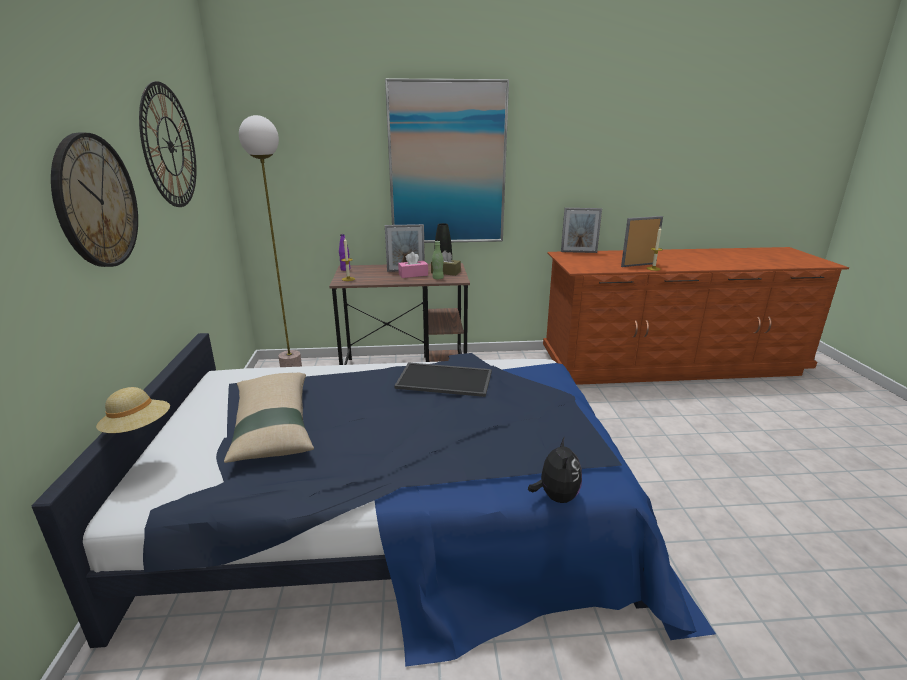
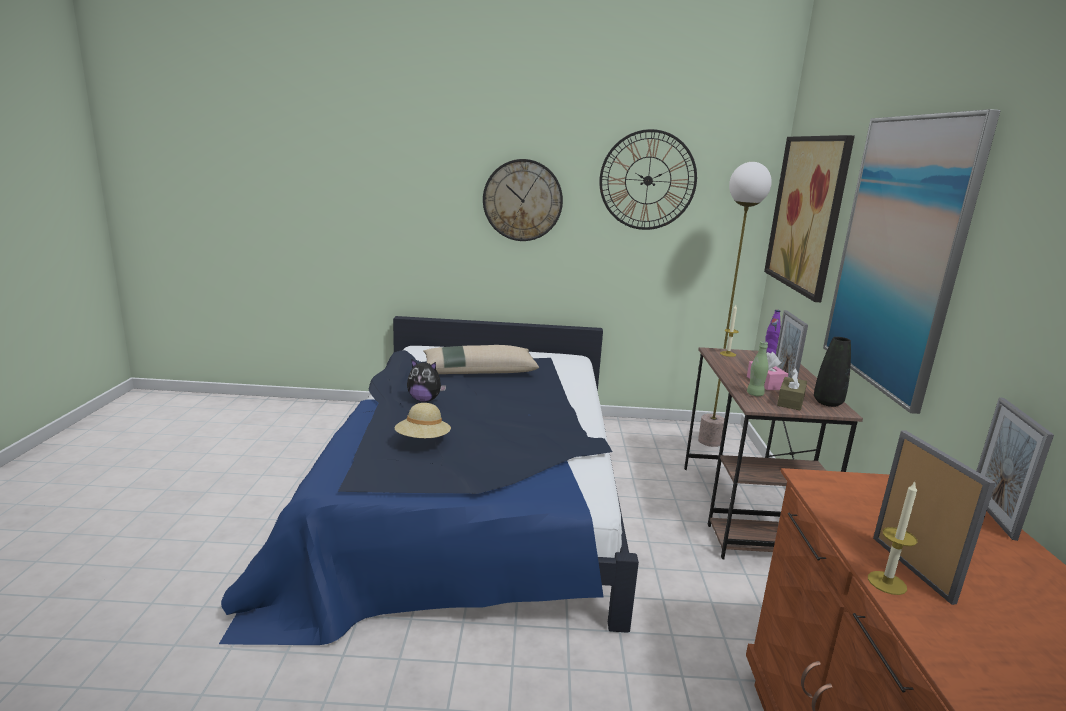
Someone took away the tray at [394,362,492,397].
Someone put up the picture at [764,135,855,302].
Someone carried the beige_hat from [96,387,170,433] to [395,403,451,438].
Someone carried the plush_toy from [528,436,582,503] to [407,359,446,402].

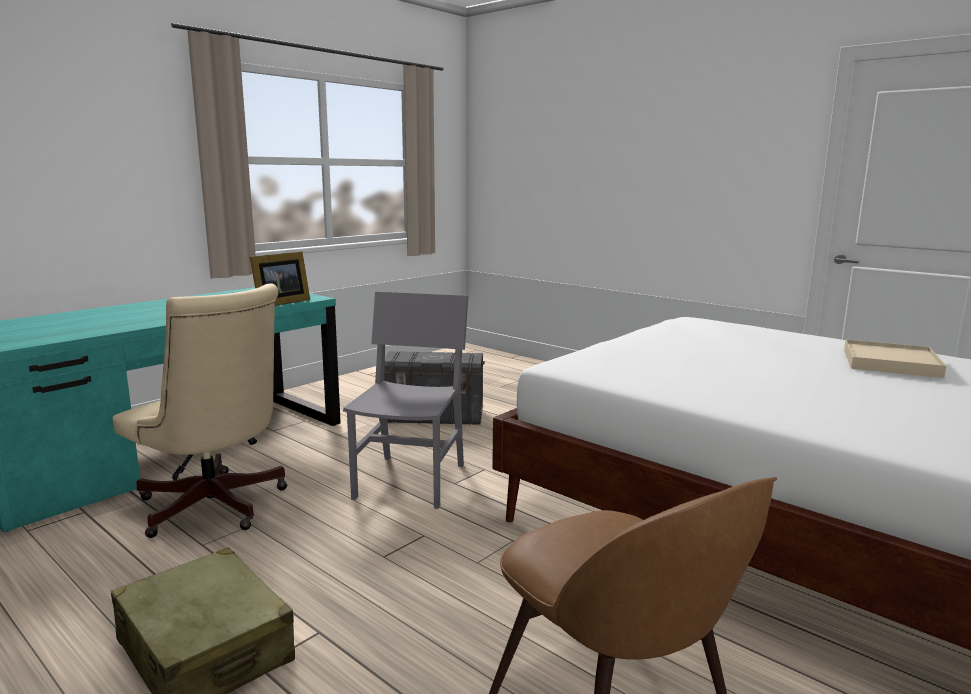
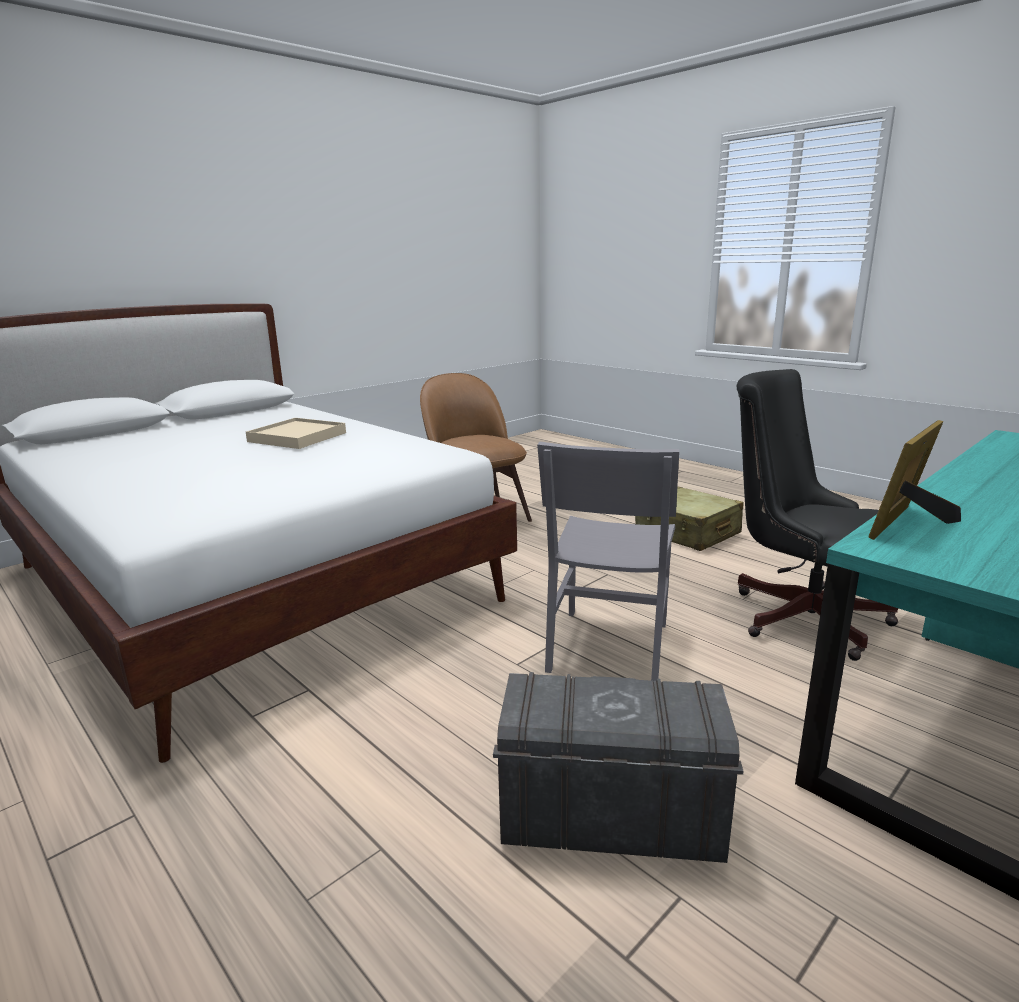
Someone carried the beige_tray from [844,339,946,378] to [246,418,346,449].
Someone repainted the beige_office_chair at [113,283,287,538], which became the black_office_chair at [737,369,898,661].

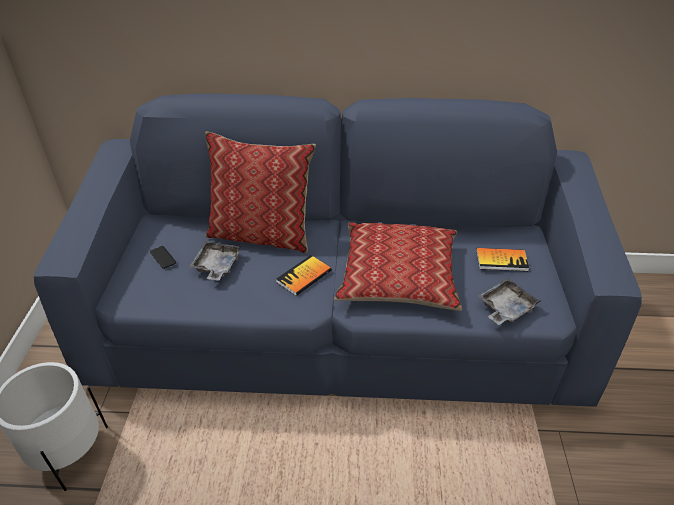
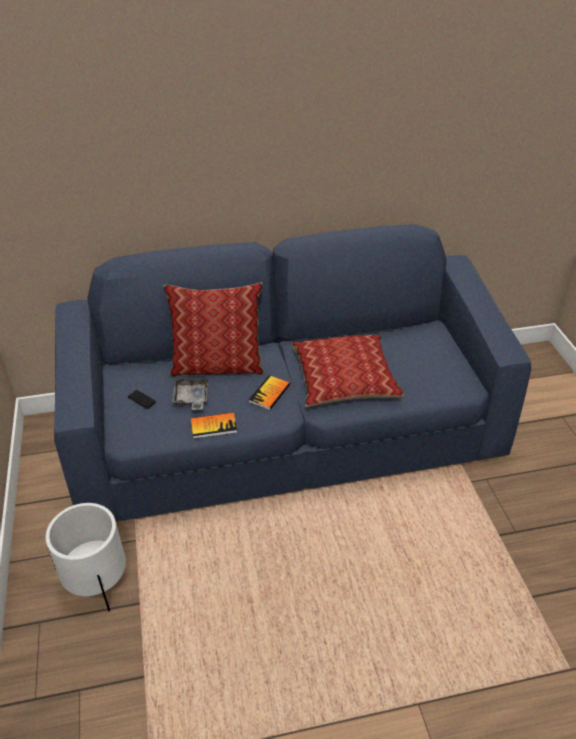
Someone took away the grey_tray at [477,278,541,325].
Someone carried the book from [476,248,529,271] to [191,412,237,439].

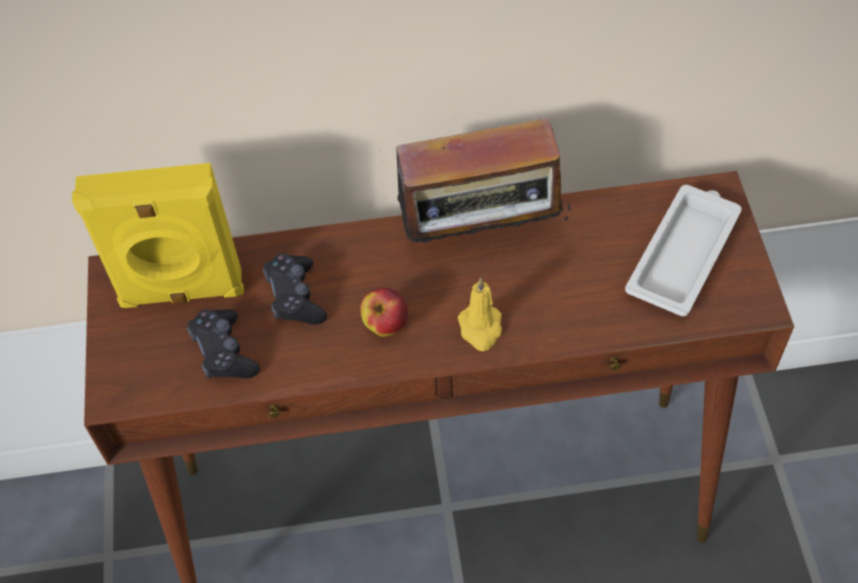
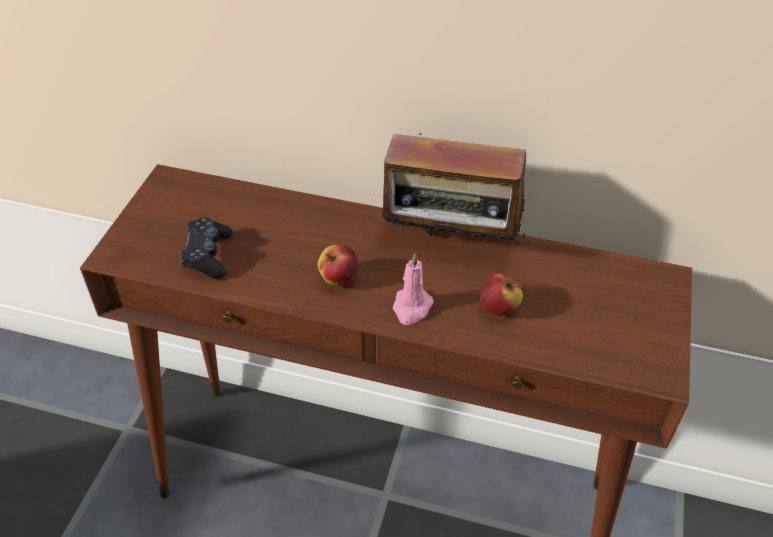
Someone took away the yellow_speaker at [72,163,244,308].
Someone took away the black_game_controller at [263,253,327,325].
Someone took away the white_tray at [625,185,742,316].
Someone put down the apple at [480,273,523,316].
Someone repainted the yellow_candle at [458,278,502,351], which became the pink_candle at [393,253,434,325].

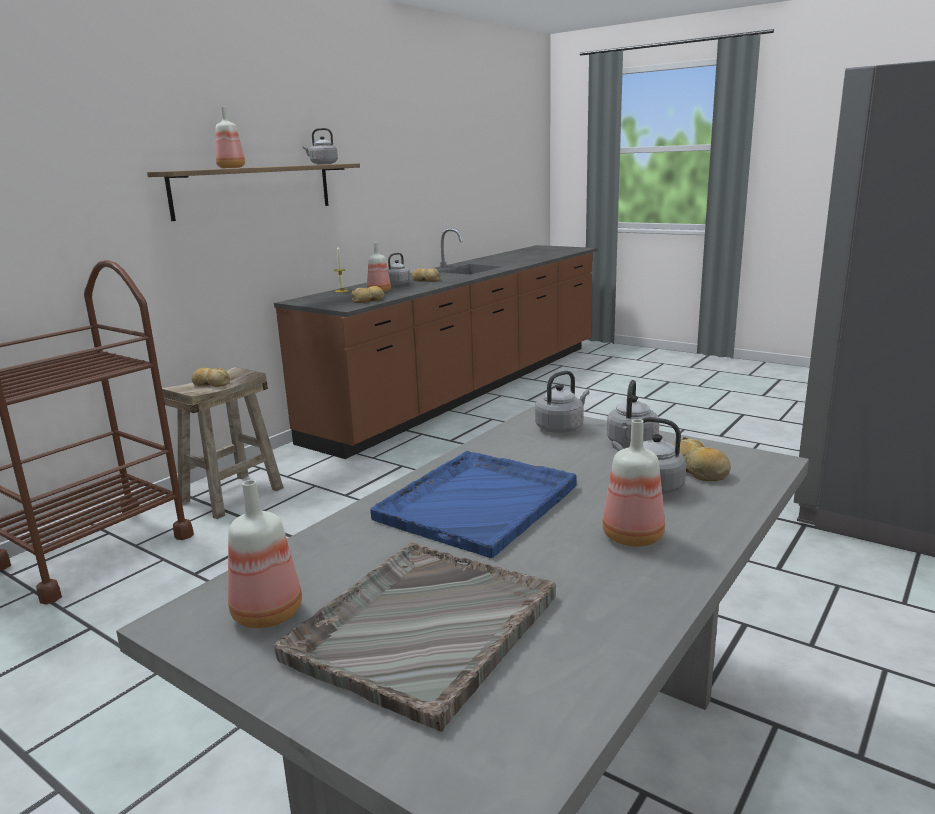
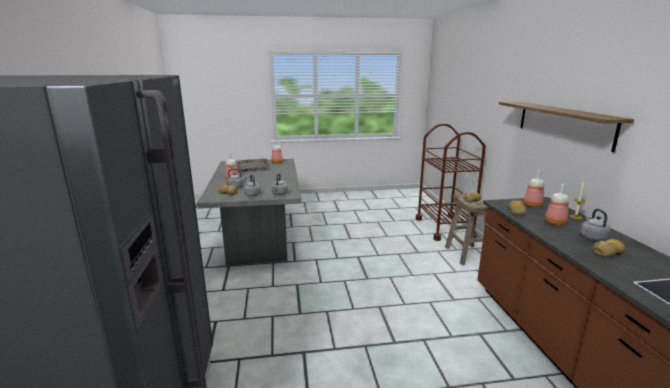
Someone took away the grey_kettle at [302,128,338,165].
Someone took away the blue_tray at [370,451,577,558].
Someone carried the bottle from [216,106,245,168] to [523,170,544,207].

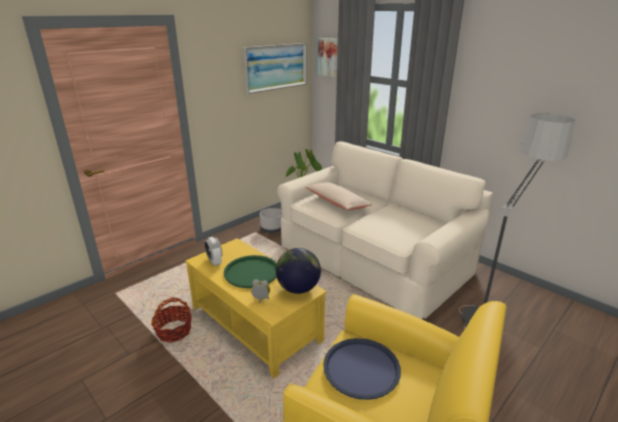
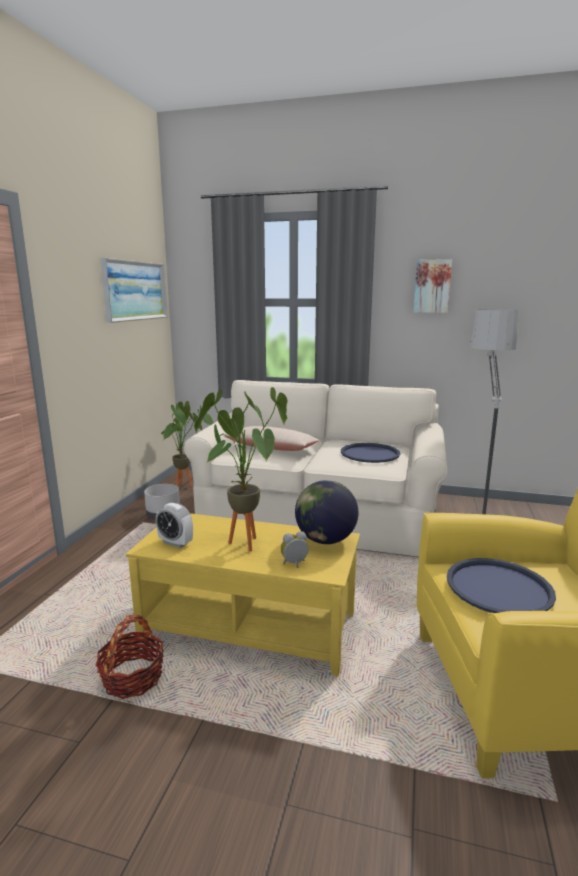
Someone put down the blue_tray at [341,443,400,463].
Someone carried the picture from [318,38,338,77] to [413,259,452,313].
Someone swapped the green_tray at [224,255,277,288] for the potted_plant at [194,387,288,551].

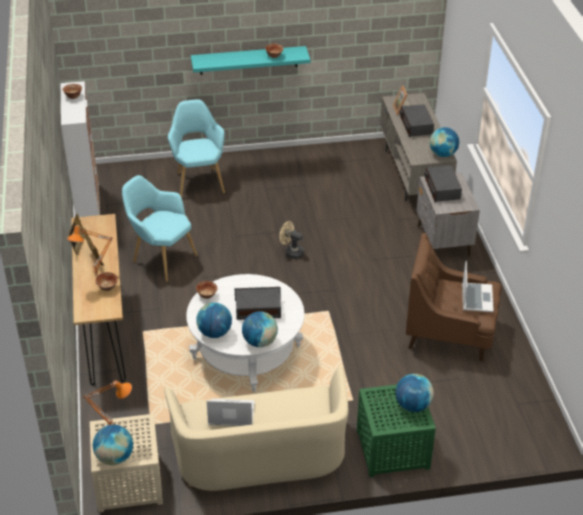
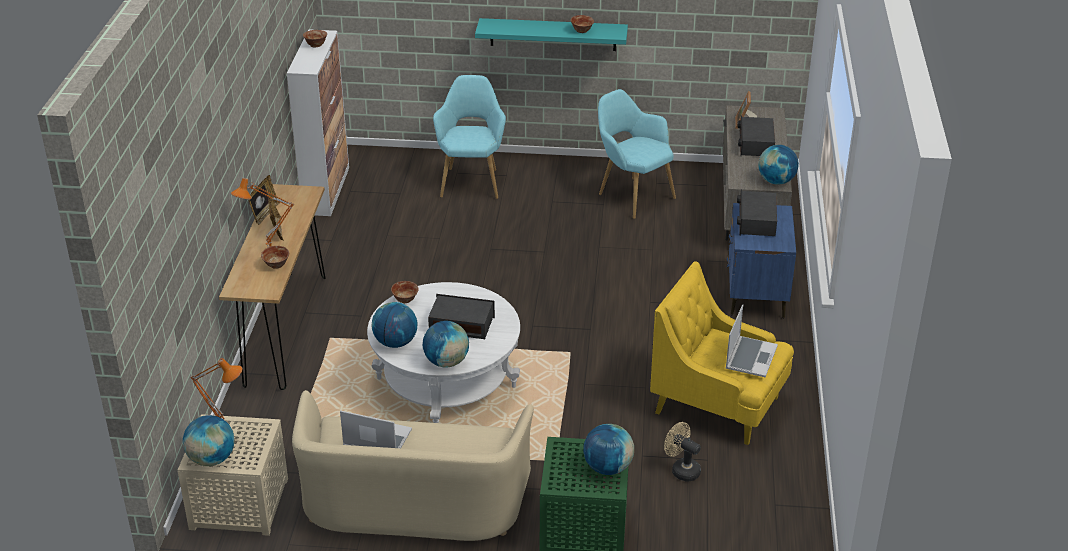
Someone carried the turquoise_armchair from [122,175,198,282] to [598,89,676,219].
Someone carried the beige_fan from [279,221,304,259] to [664,422,701,481].
Someone repainted the brown_armchair at [406,233,502,361], which became the yellow_armchair at [650,261,794,445].
Someone repainted the grey_nightstand at [416,173,480,257], which became the blue_nightstand at [727,203,796,318].

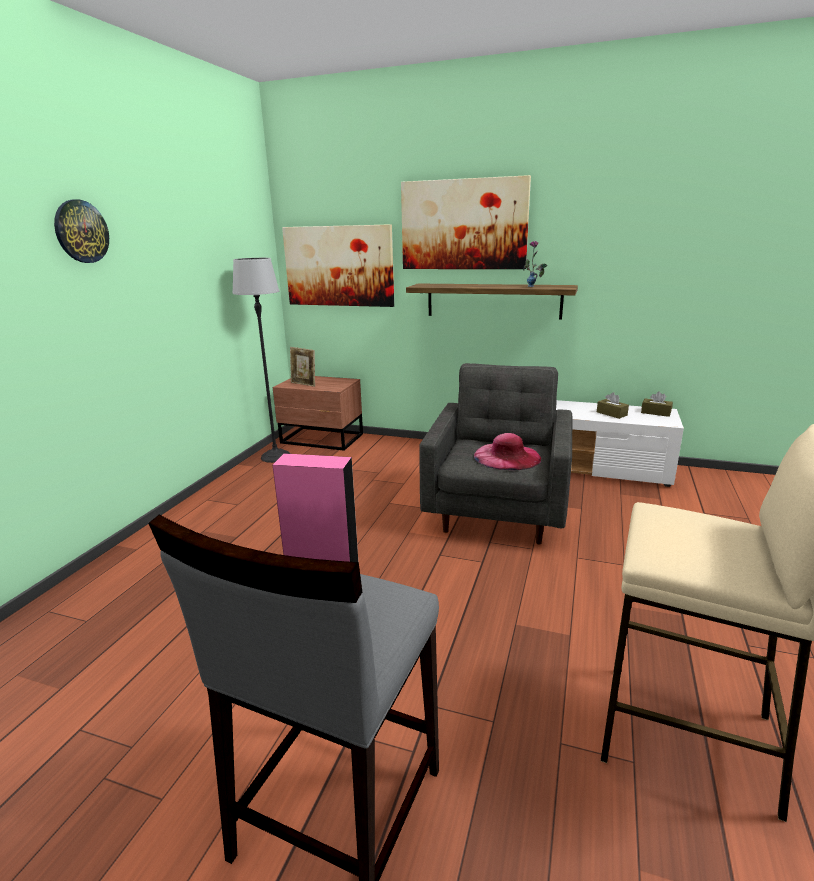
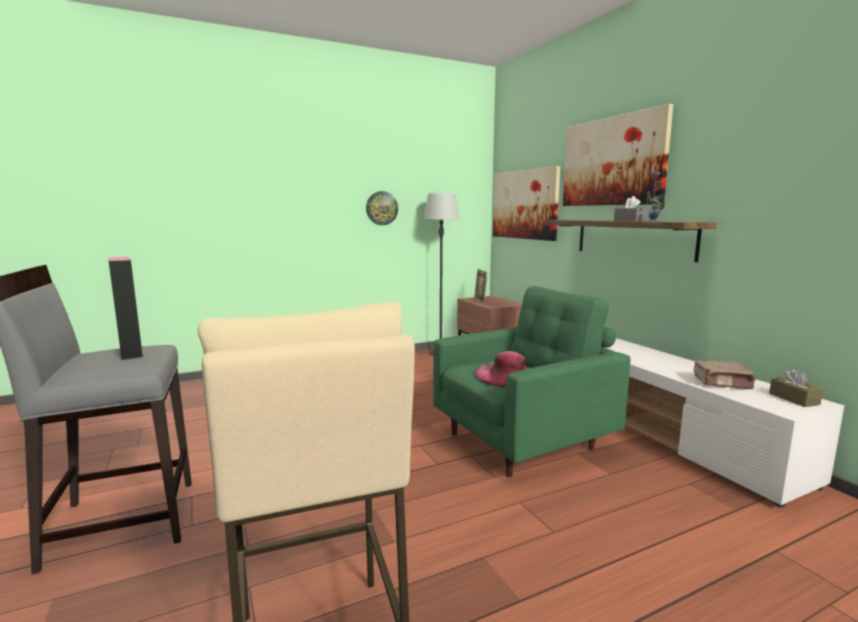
Someone put down the grey_tissue_box at [614,196,648,221].
Someone carried the wall_clock from [54,199,109,263] to [366,191,398,225].
Someone swapped the brown_tissue_box at [597,392,629,419] for the brown_book at [693,361,755,389].
Someone repainted the grey_armchair at [419,363,572,544], which became the green_armchair at [433,286,631,477].

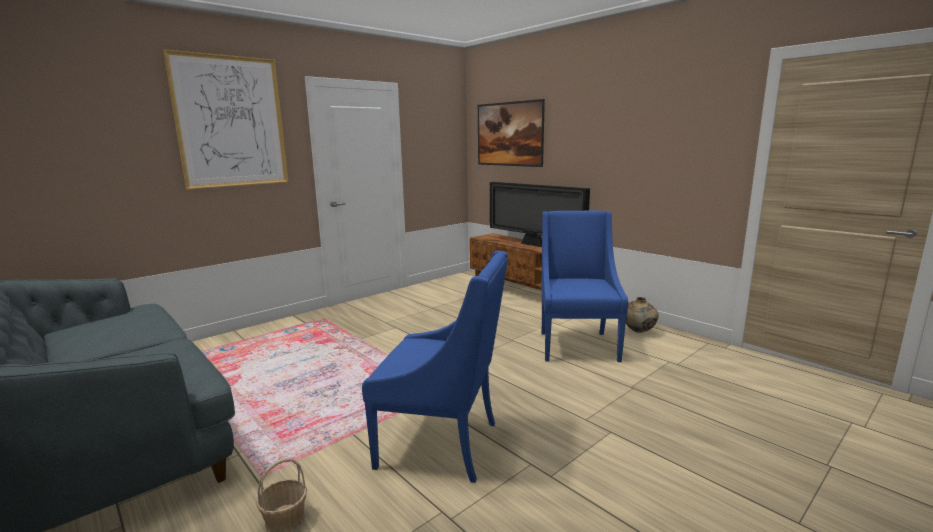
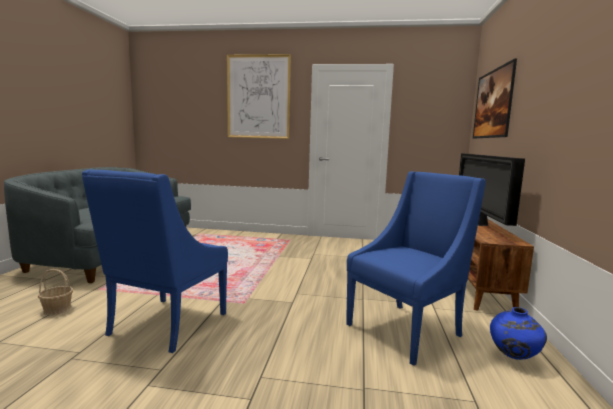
Someone repainted the beige_vase at [626,297,659,333], which became the blue_vase at [490,307,547,360].
Someone rotated the blue_armchair at [362,251,508,483] by 45 degrees clockwise.

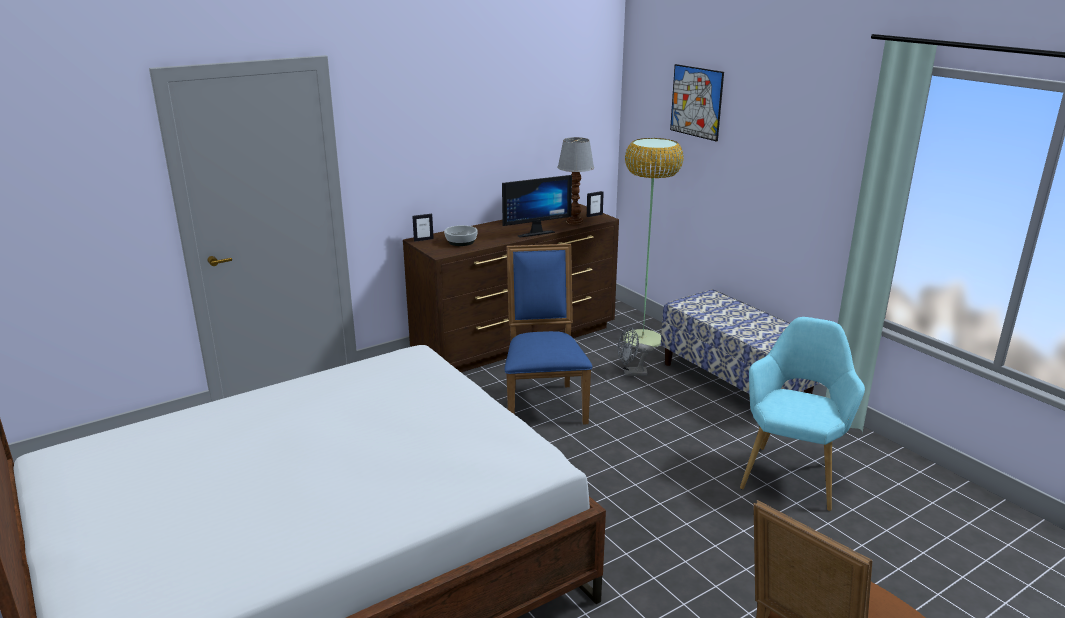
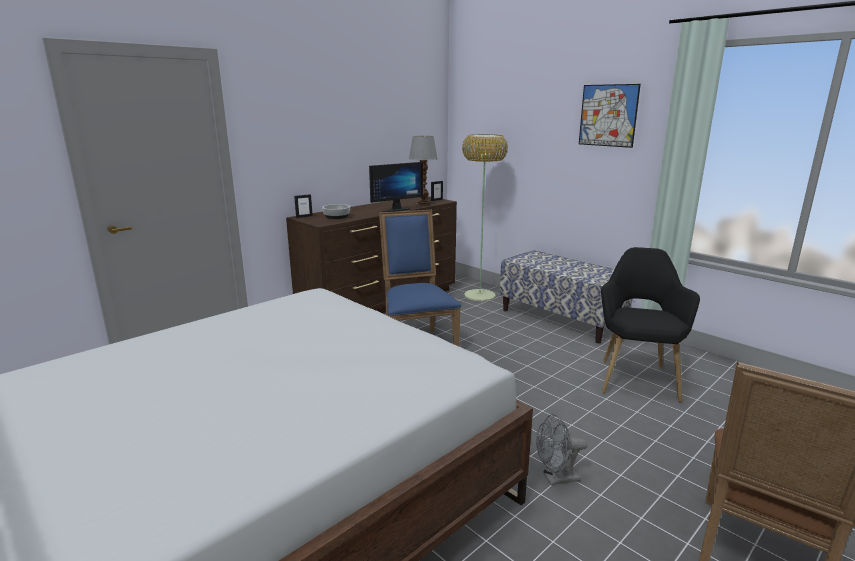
Someone carried the grey_fan from [618,326,654,376] to [536,414,588,485].
Someone carried the picture from [670,64,724,142] to [579,84,641,148].
Someone repainted the turquoise_armchair at [740,317,865,511], which became the black_armchair at [601,247,700,403].

